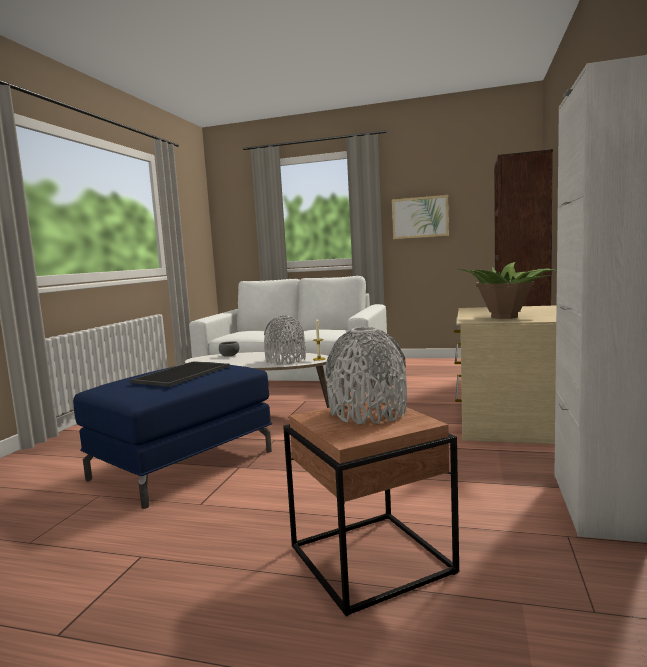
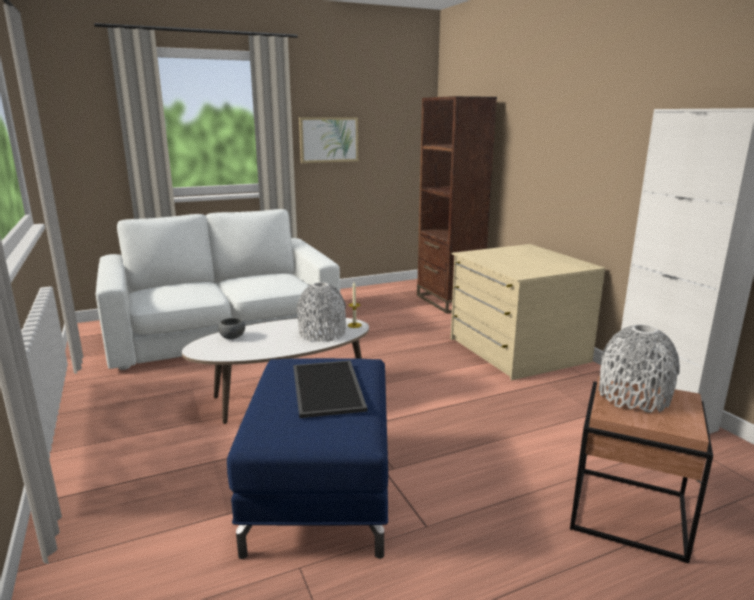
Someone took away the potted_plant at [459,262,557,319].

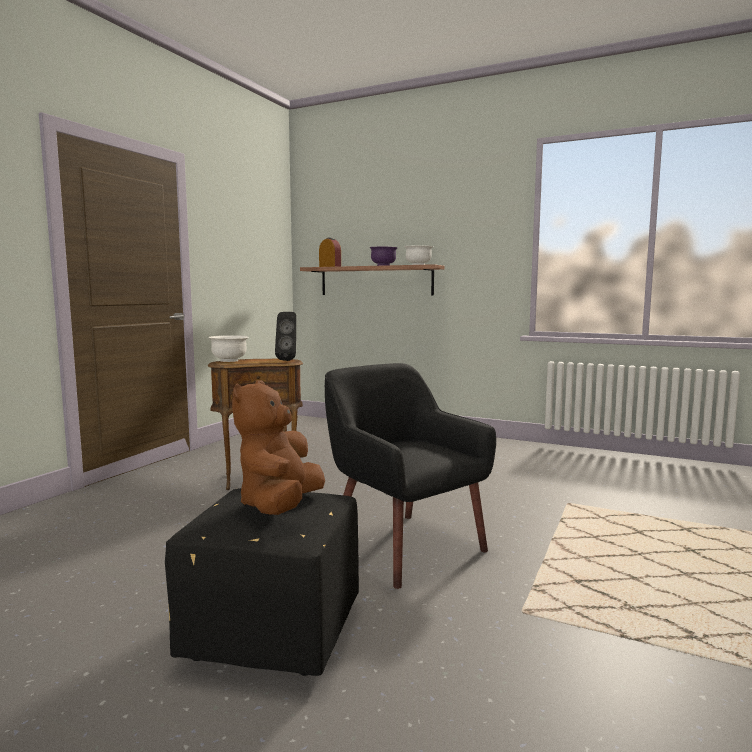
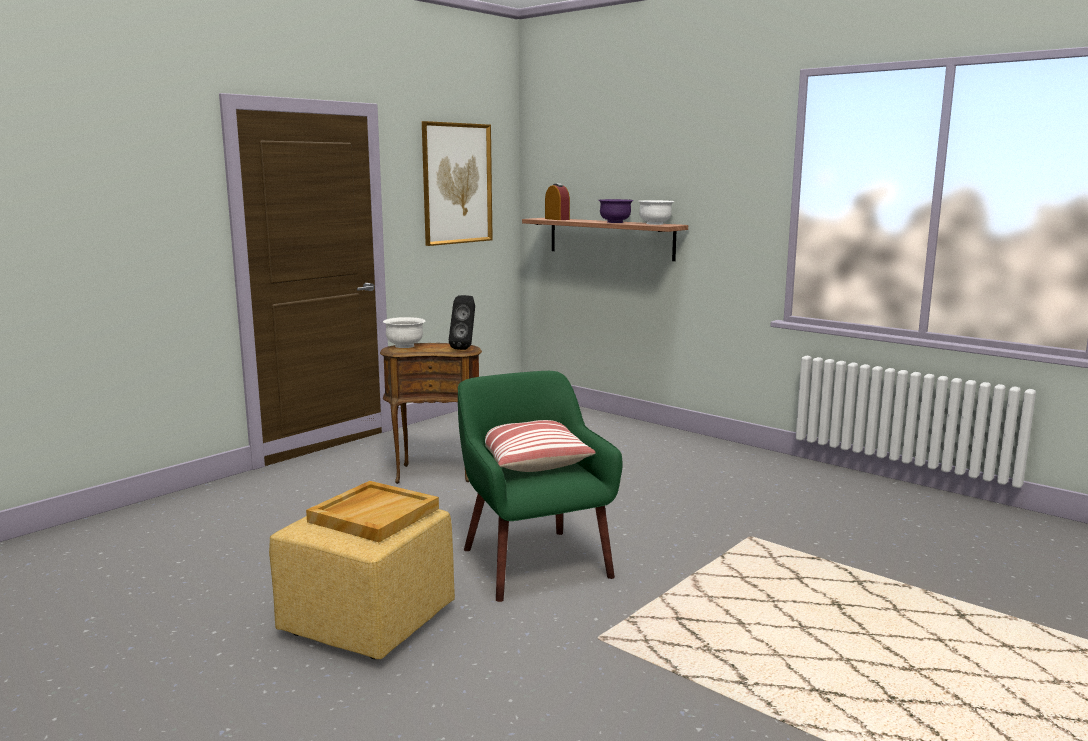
Someone put up the picture at [422,121,493,246].
Someone put down the pillow at [485,420,596,472].
Someone swapped the brown_plush_toy at [232,380,325,515] for the beige_tray at [306,481,439,542].
Someone repainted the black_ottoman at [165,488,359,676], which became the yellow_ottoman at [269,509,455,659].
Someone repainted the black_armchair at [325,363,496,589], which became the green_armchair at [458,371,623,602].

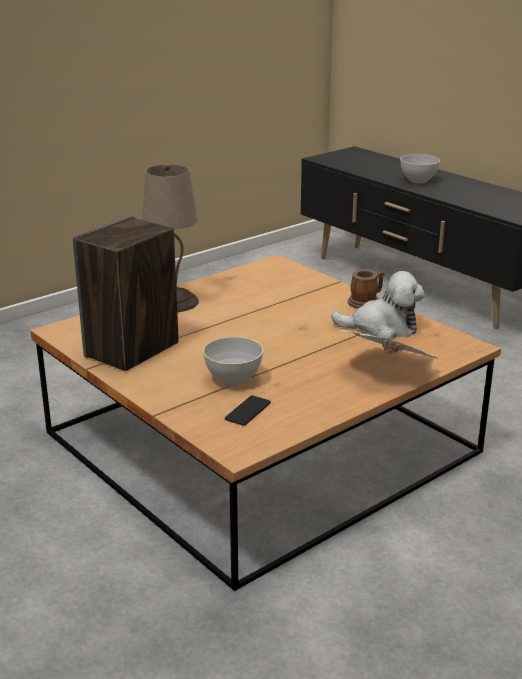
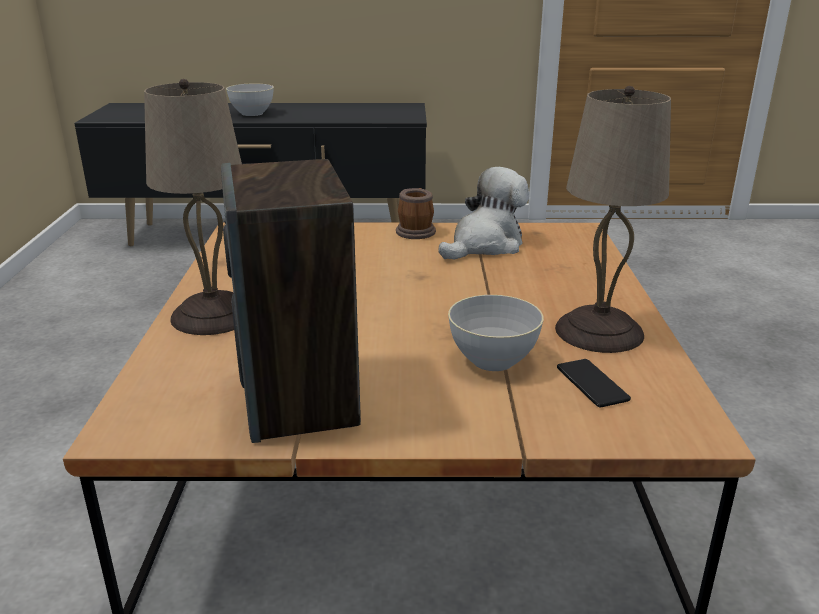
Someone took away the newspaper at [340,329,438,359].
Someone put down the beige_table_lamp at [555,86,671,353].

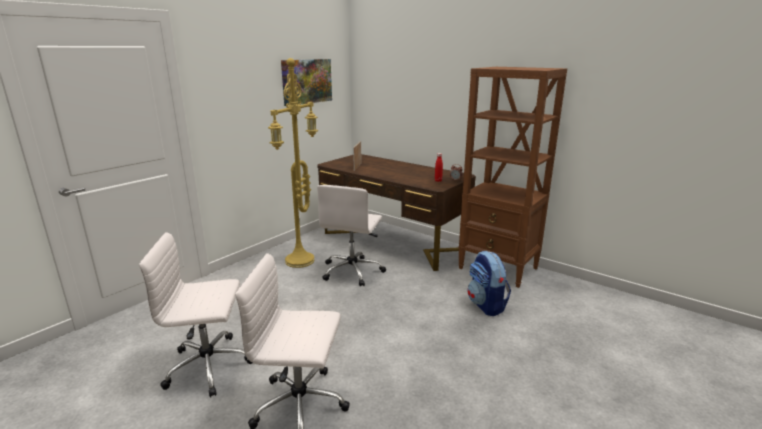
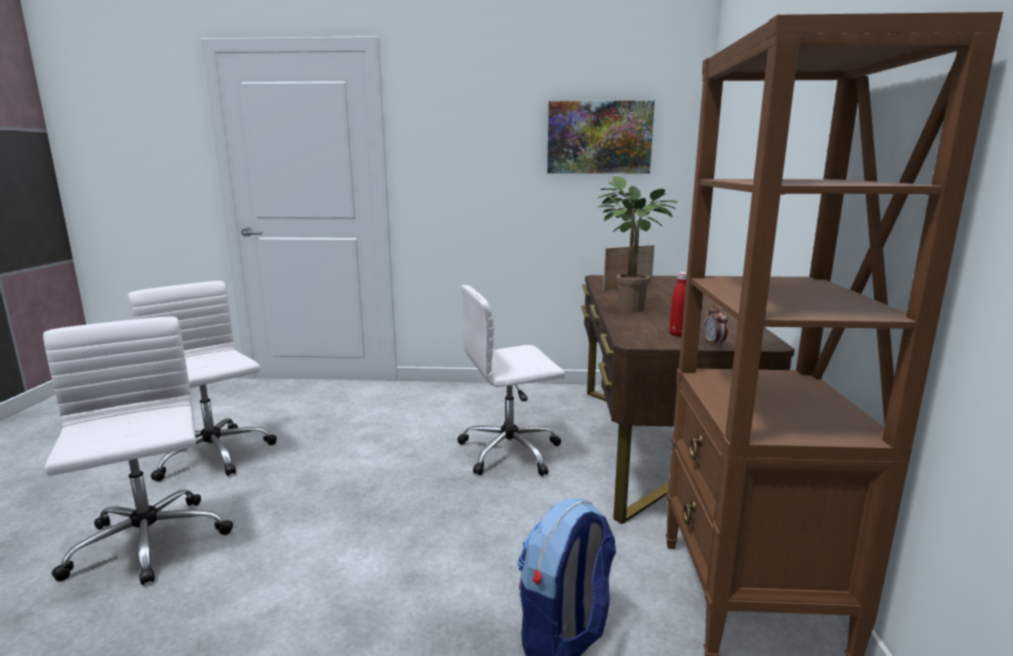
Someone took away the yellow_floor_lamp at [268,58,318,268].
Someone put down the potted_plant at [597,176,678,312].

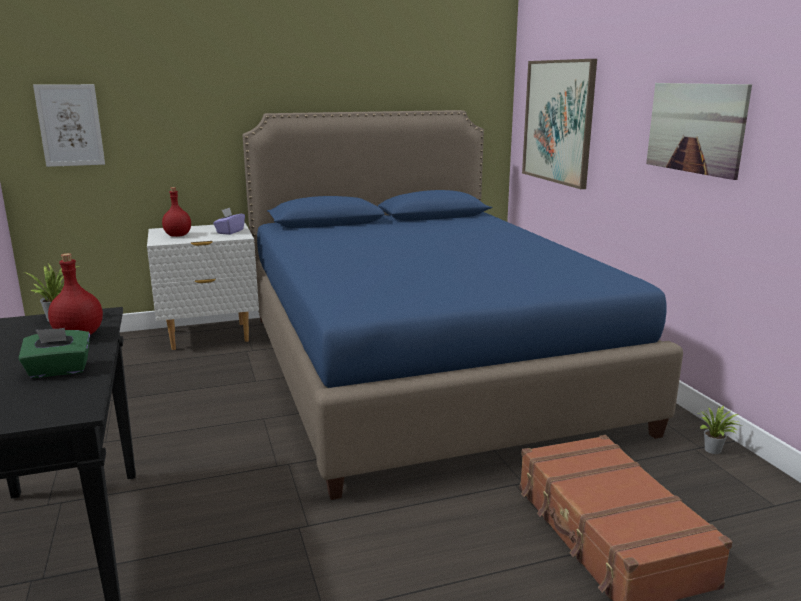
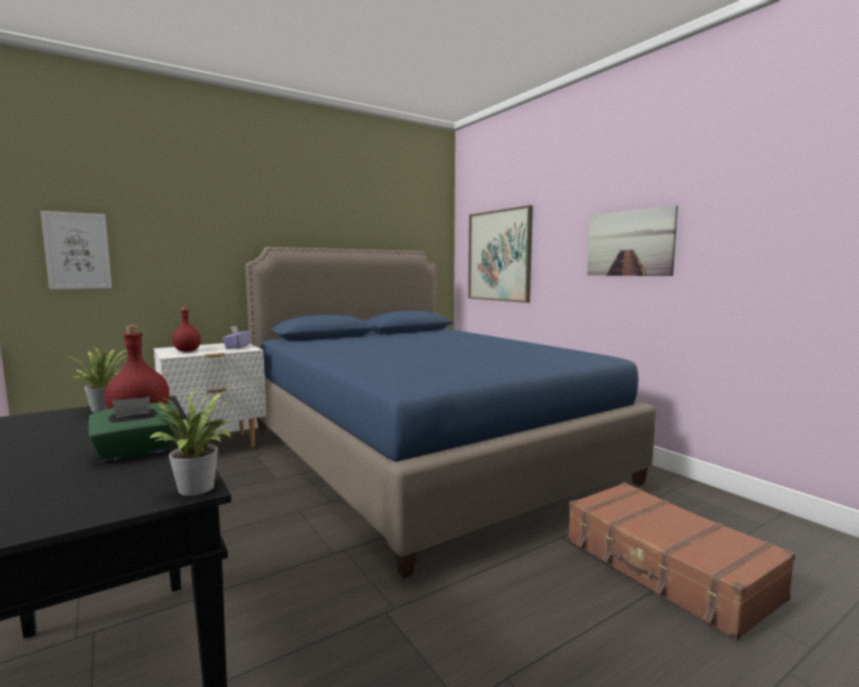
Someone carried the potted_plant from [700,405,742,454] to [131,389,232,496].

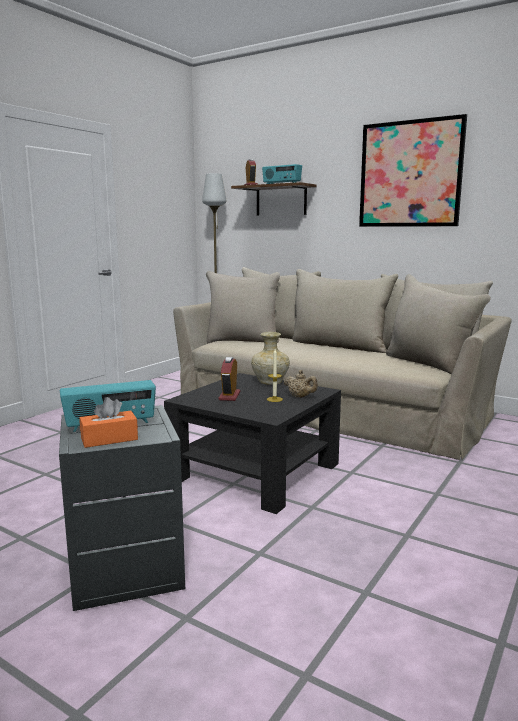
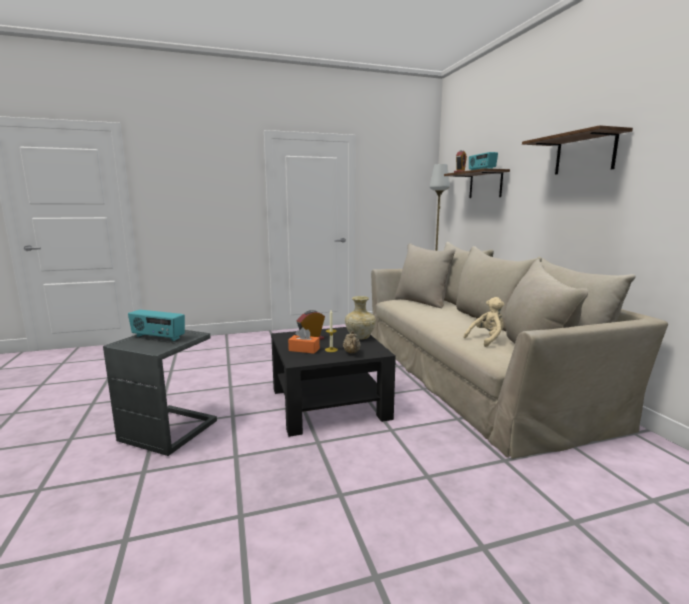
Someone put down the beige_plush_toy at [464,297,505,347].
Someone carried the orange_tissue_box from [80,397,138,448] to [288,327,320,354].
Someone swapped the picture at [359,114,467,227] for the shelf at [522,125,633,174].

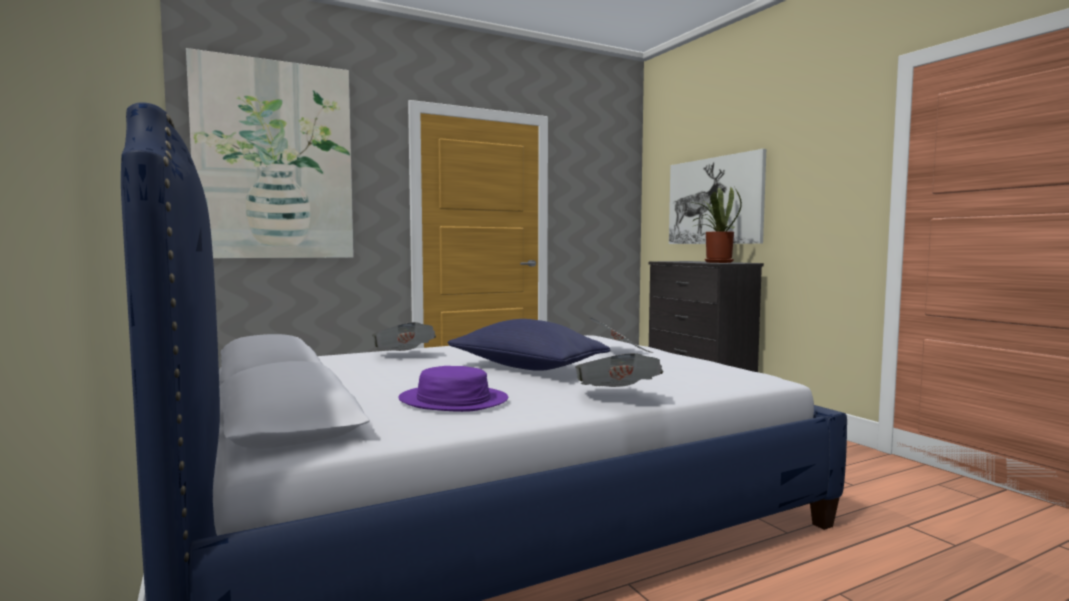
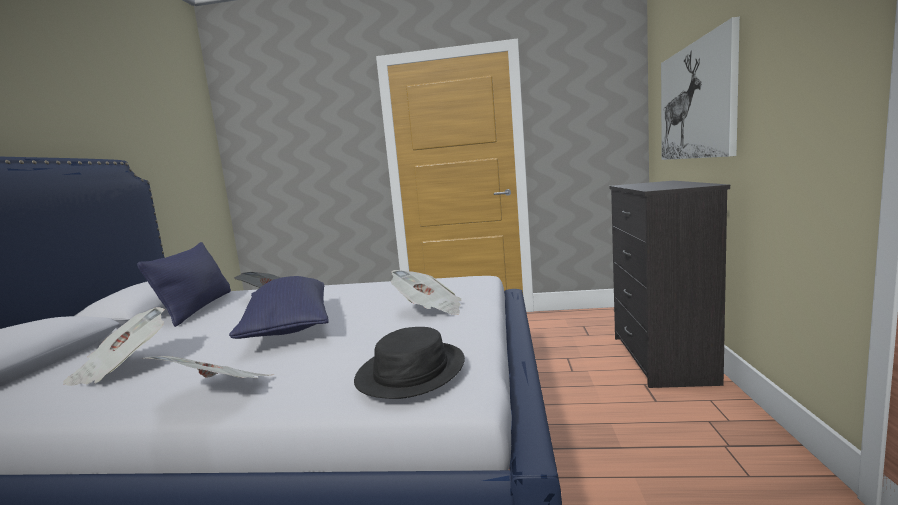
Someone took away the picture at [186,48,354,259].
Someone took away the potted_plant at [688,187,742,263].
Someone put down the blue_pillow at [137,242,231,327].
Someone put down the black_hat at [354,327,465,399].
Someone swapped the purple_hat at [398,366,508,412] for the newspaper at [63,307,165,386].

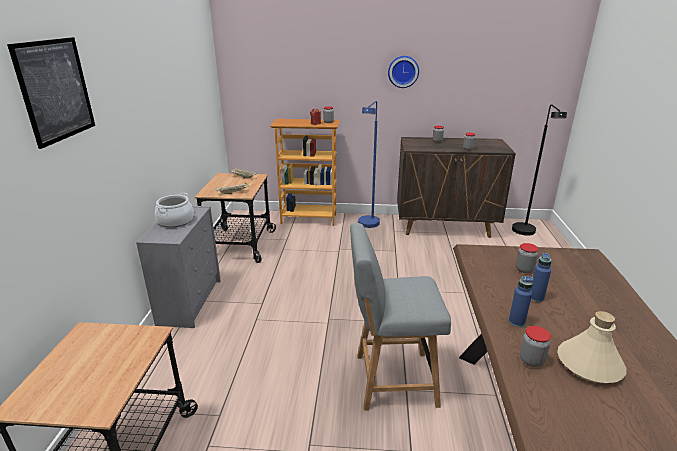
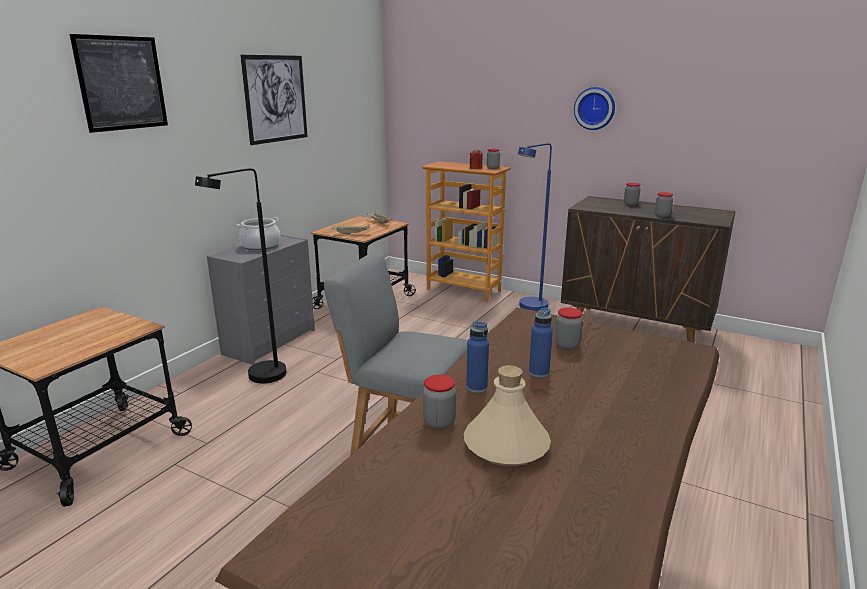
Someone put up the picture at [240,55,308,145].
Someone carried the black_floor_lamp from [512,104,567,236] to [195,168,287,383].

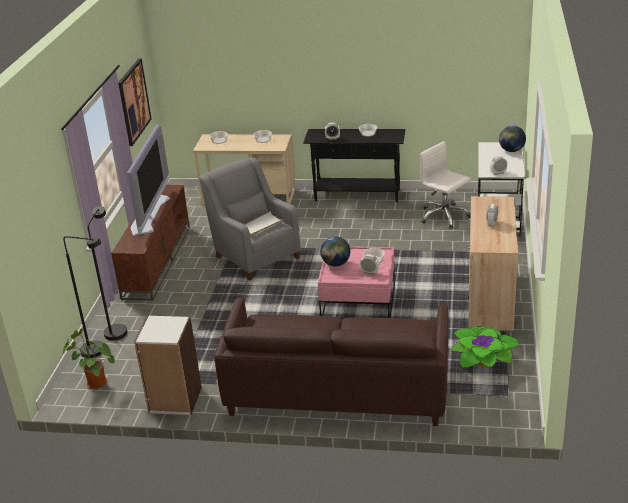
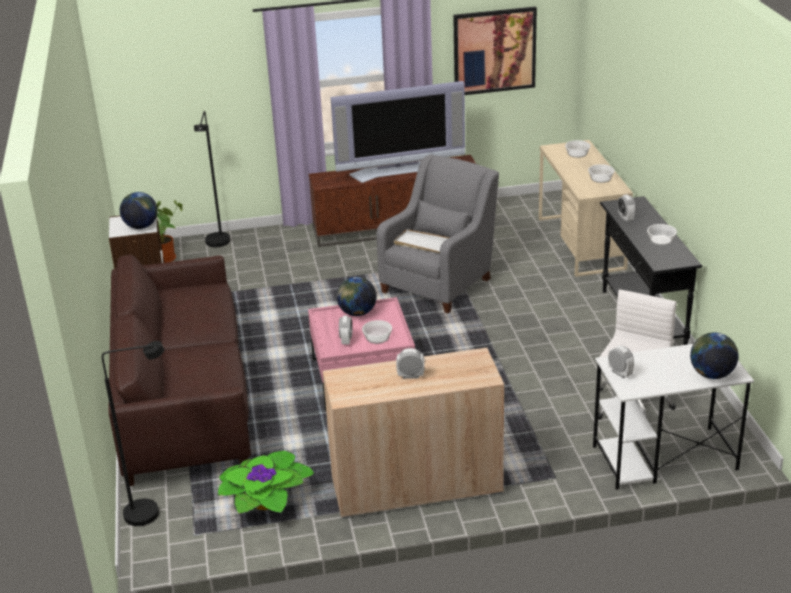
Someone put down the globe at [120,192,158,229].
Someone carried the black_floor_lamp from [88,206,127,341] to [102,341,165,526].

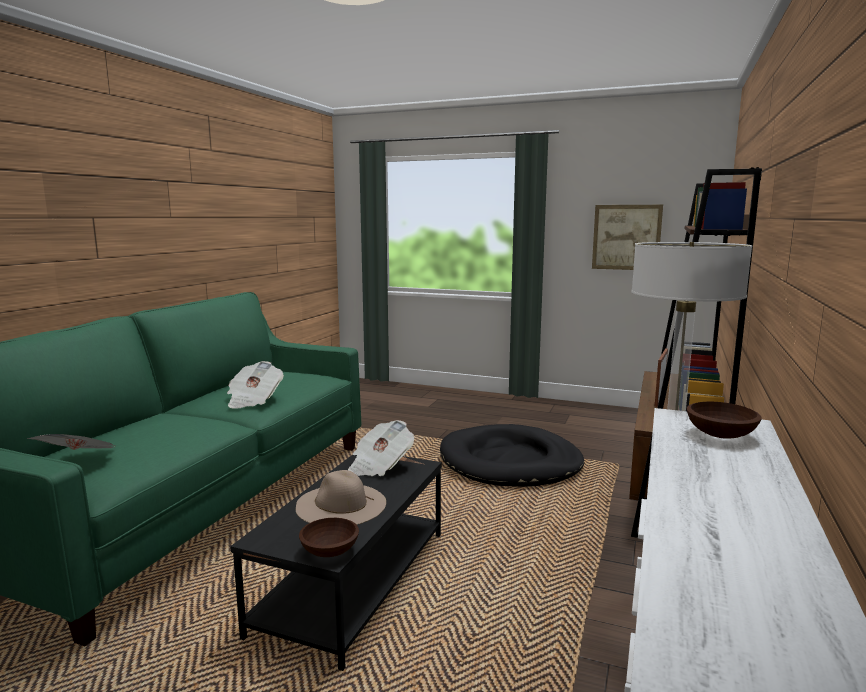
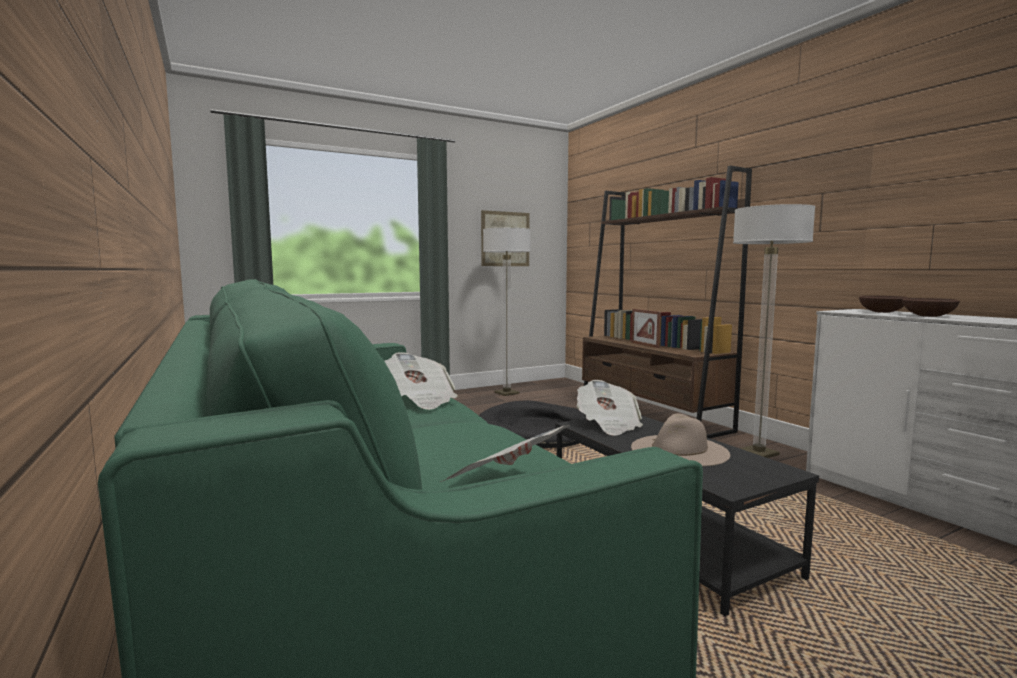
Someone put down the floor_lamp at [483,228,531,396].
Someone carried the brown_bowl from [299,518,359,557] to [902,298,960,317].

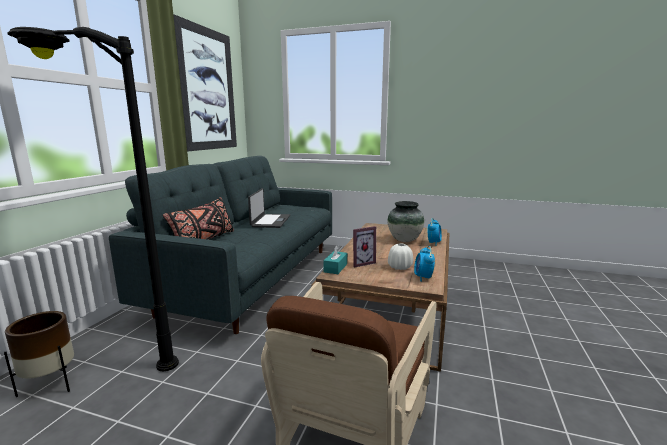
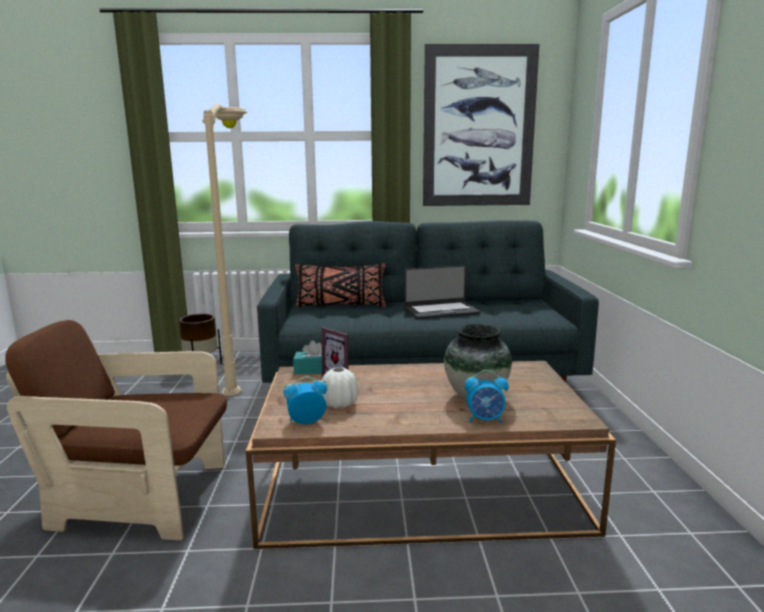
Someone repainted the black_floor_lamp at [7,27,179,371], which became the beige_floor_lamp at [202,104,247,396].

